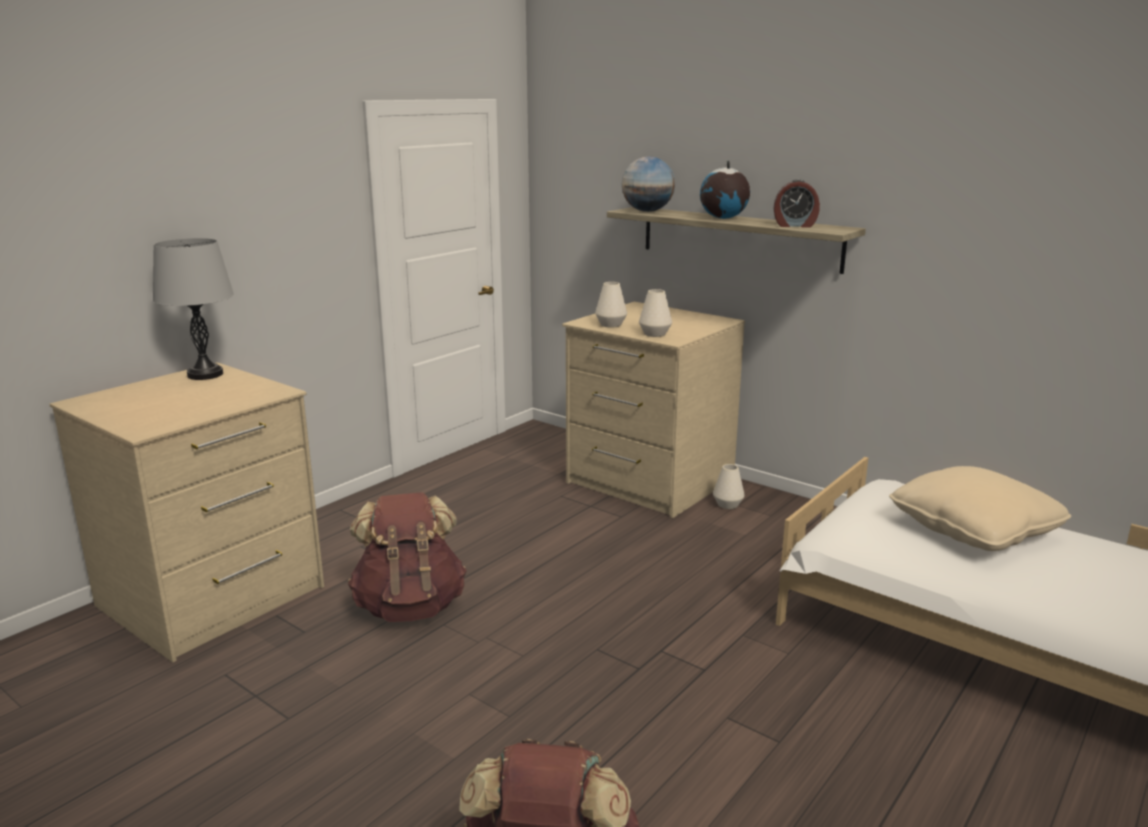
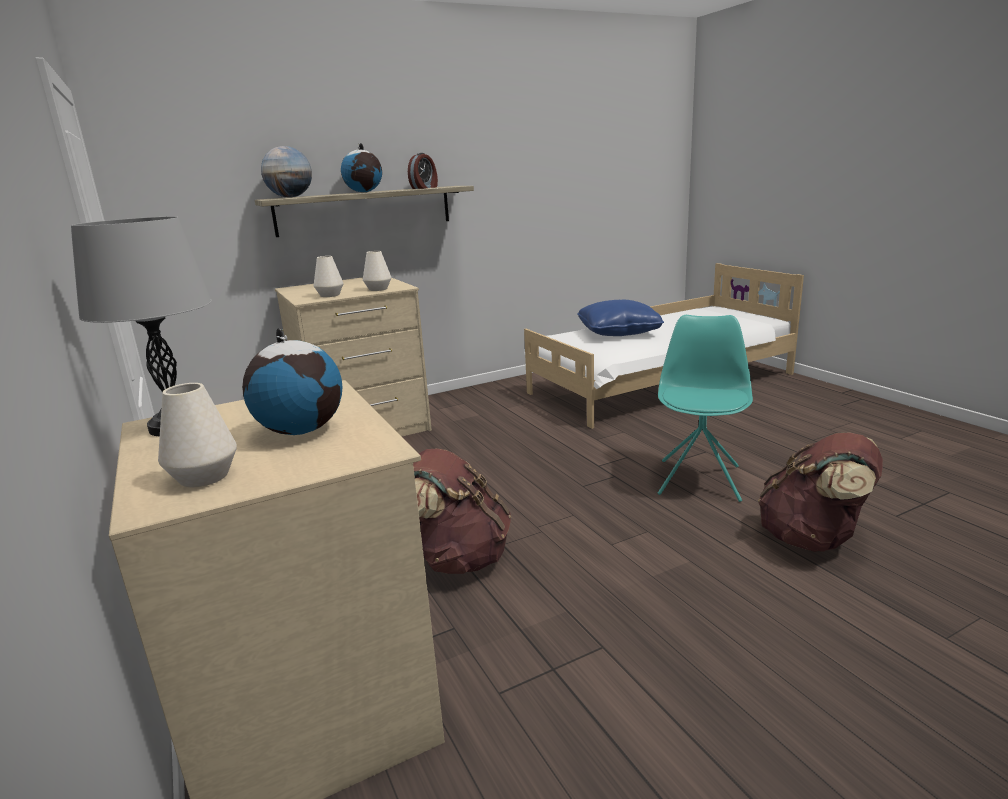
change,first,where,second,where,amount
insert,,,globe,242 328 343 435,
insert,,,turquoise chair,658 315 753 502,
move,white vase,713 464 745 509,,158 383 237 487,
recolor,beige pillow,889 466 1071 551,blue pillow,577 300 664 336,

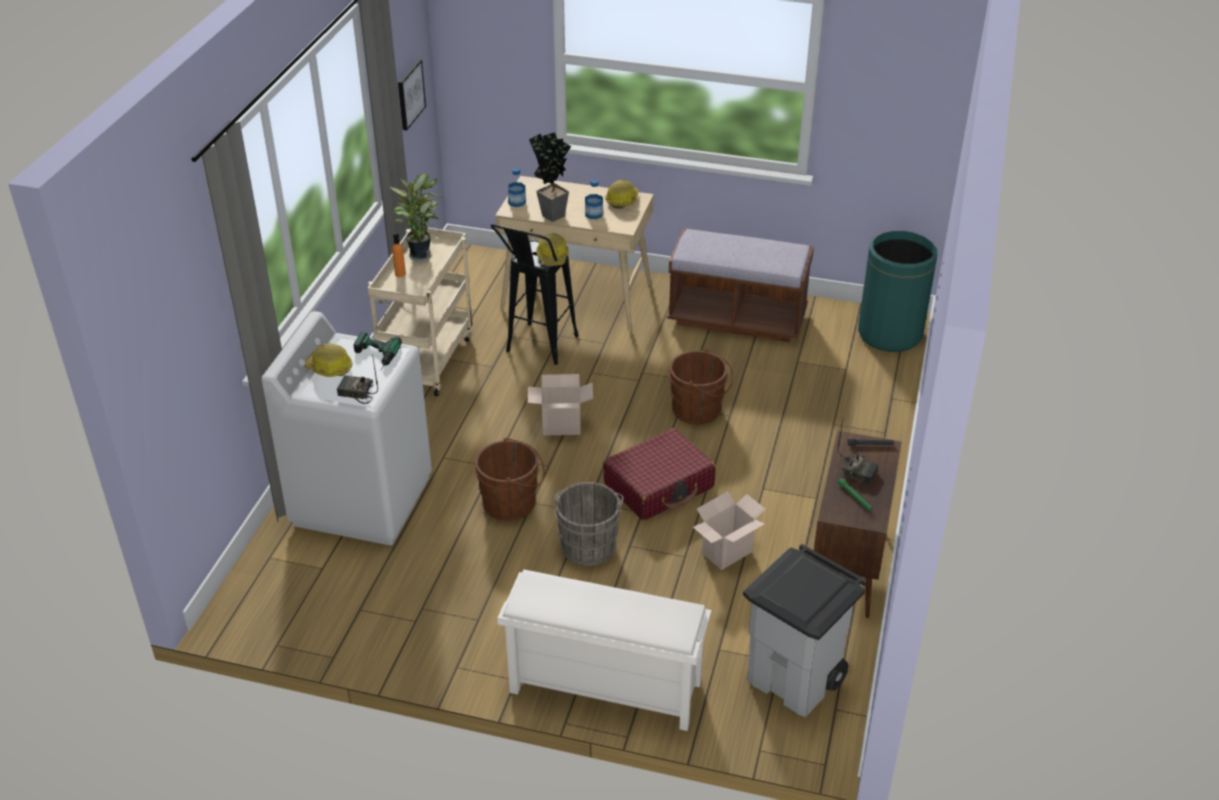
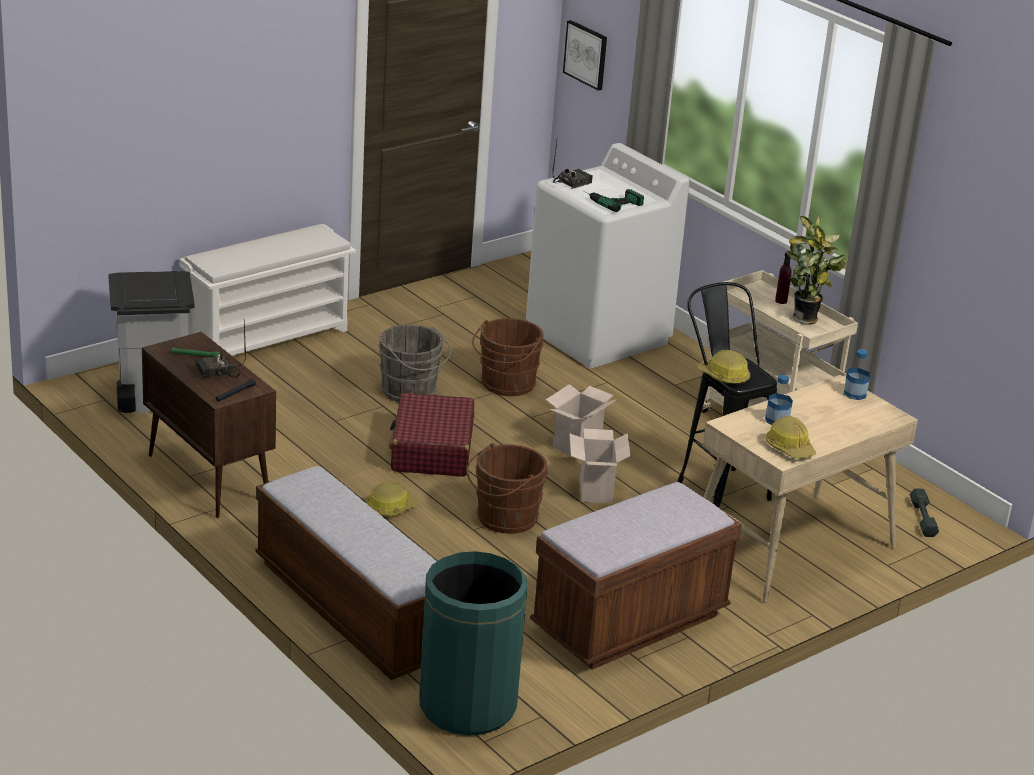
change,first,where,second,where,amount
delete,potted plant,529 132 571 222,,,
insert,,,bench,256 466 437 680,
insert,,,grey dumbbell,909 488 939 537,
move,hard hat,304 343 352 377,,366 482 419 516,
move,picture,398 59 426 130,,563 20 607 91,
move,cardboard box,693 491 766 570,,569 429 630 503,
recolor,orange bottle,392 232 406 277,purple bottle,775 251 792 304,

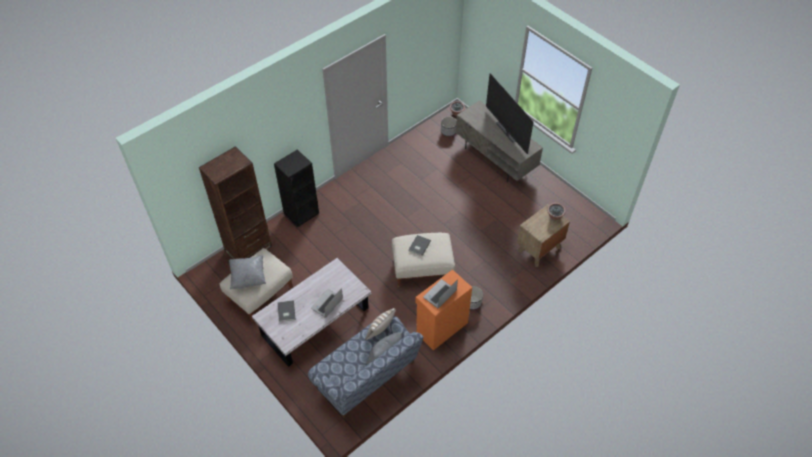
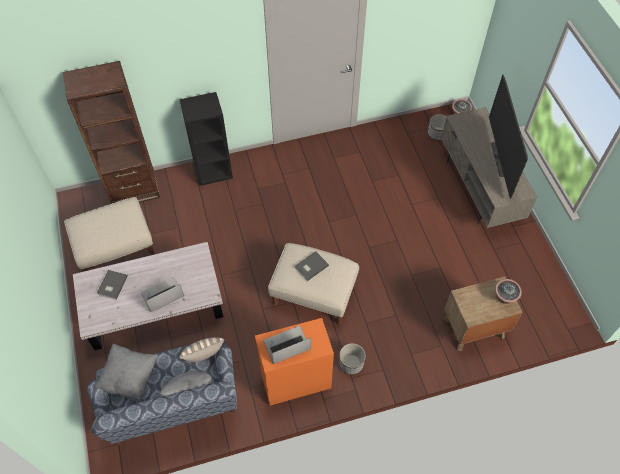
change,first,where,second,where,amount
move,grey pillow,229 255 266 289,,95 344 158 401,

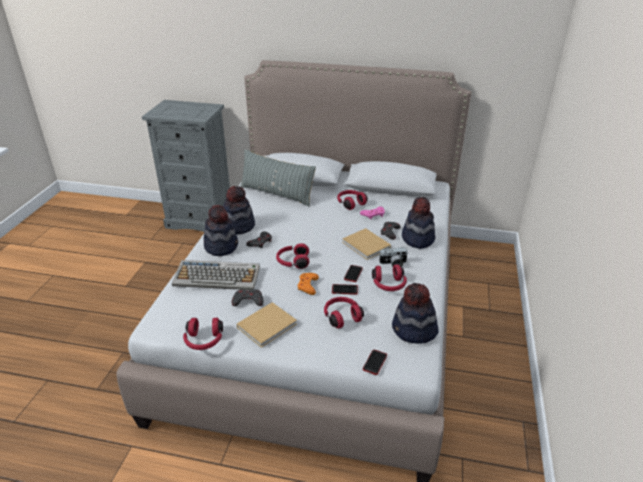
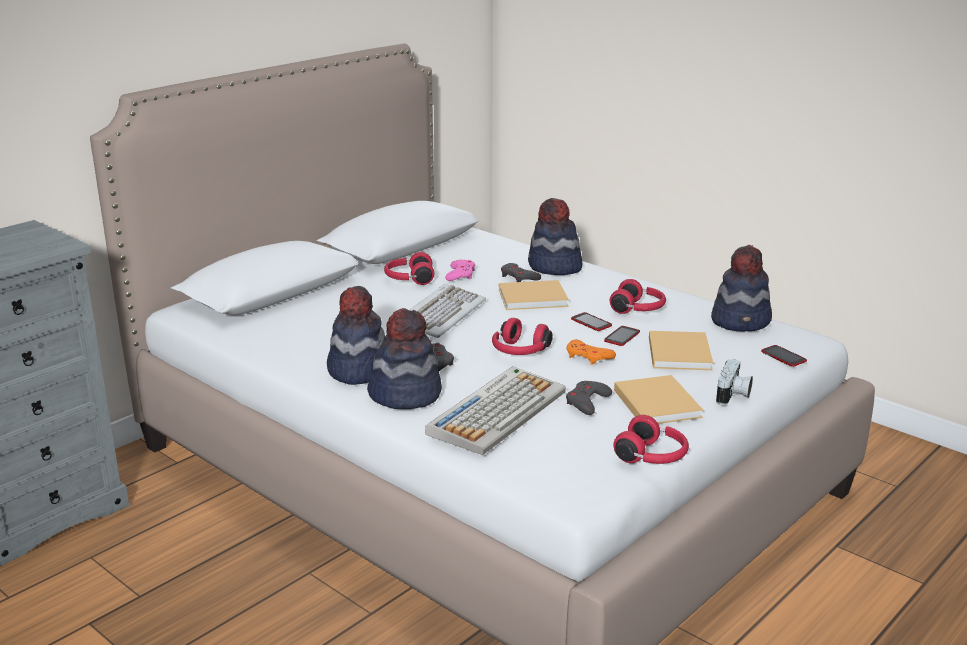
change,first,where,second,where,amount
delete,grey pillow,240 149 316 207,,,
insert,,,keyboard,410 284 486 338,
move,photo camera,379 247 408 267,,716 359 753 405,
replace,red headphones,324 297 364 329,beige book,649 331 713 370,

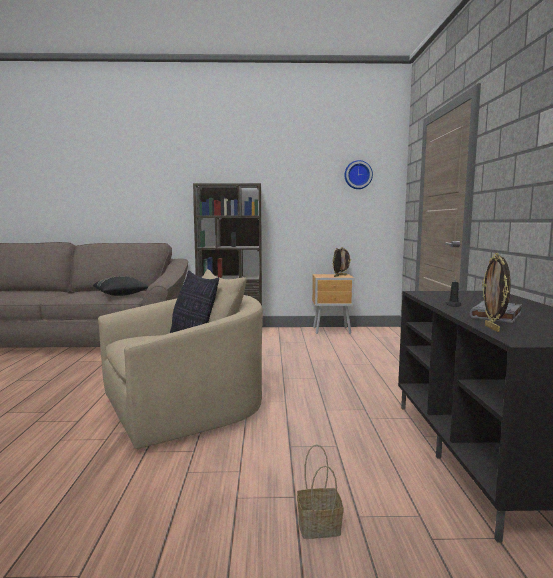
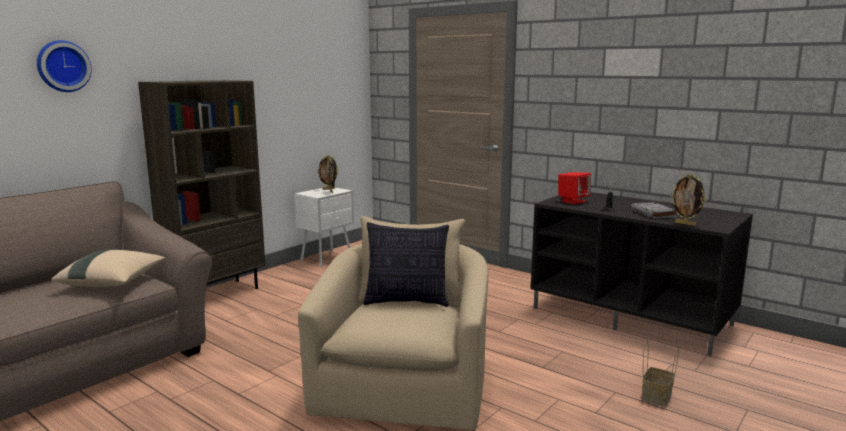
change,first,where,second,where,amount
insert,,,red speaker,558 172 591 204,
move,wall clock,345 160 373 189,,37 40 92 92,
recolor,black pillow,93 276 149 296,beige pillow,51 250 165 287,
recolor,brown nightstand,312 274 354 334,white nightstand,294 188 354 267,

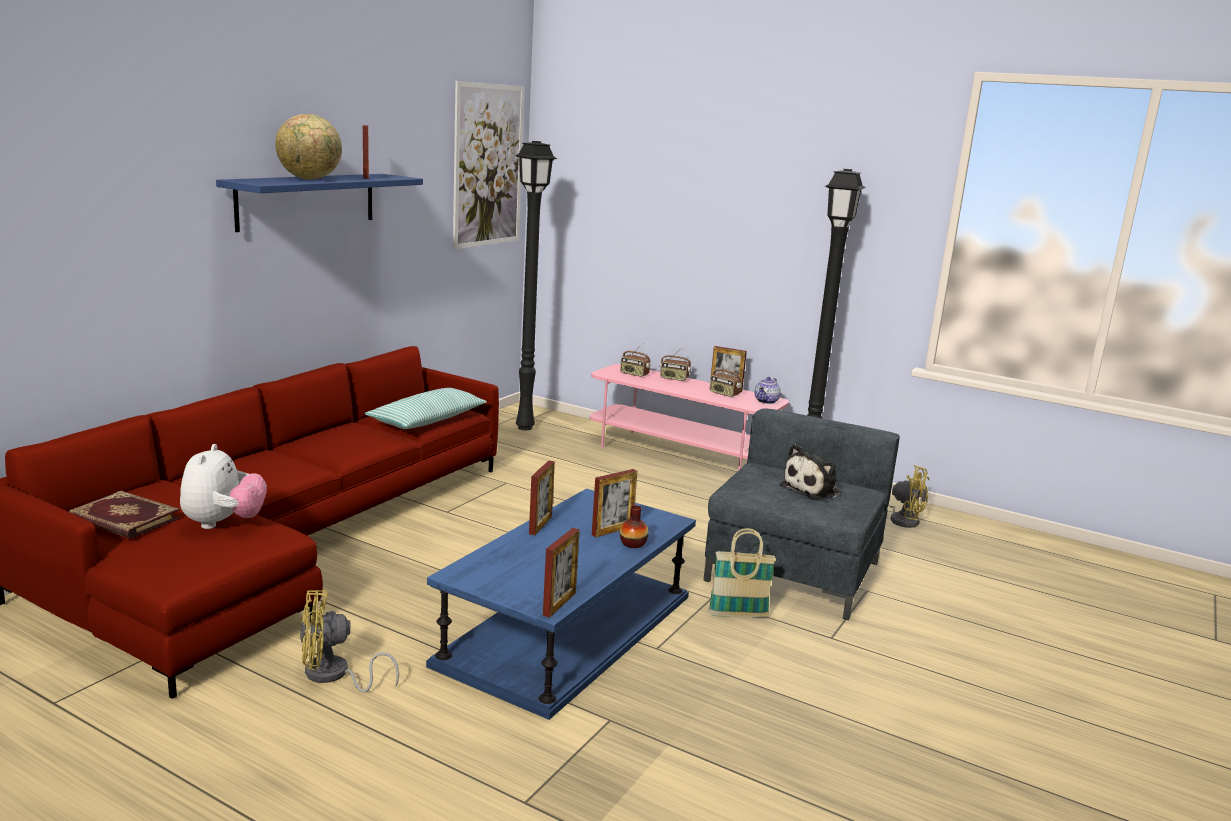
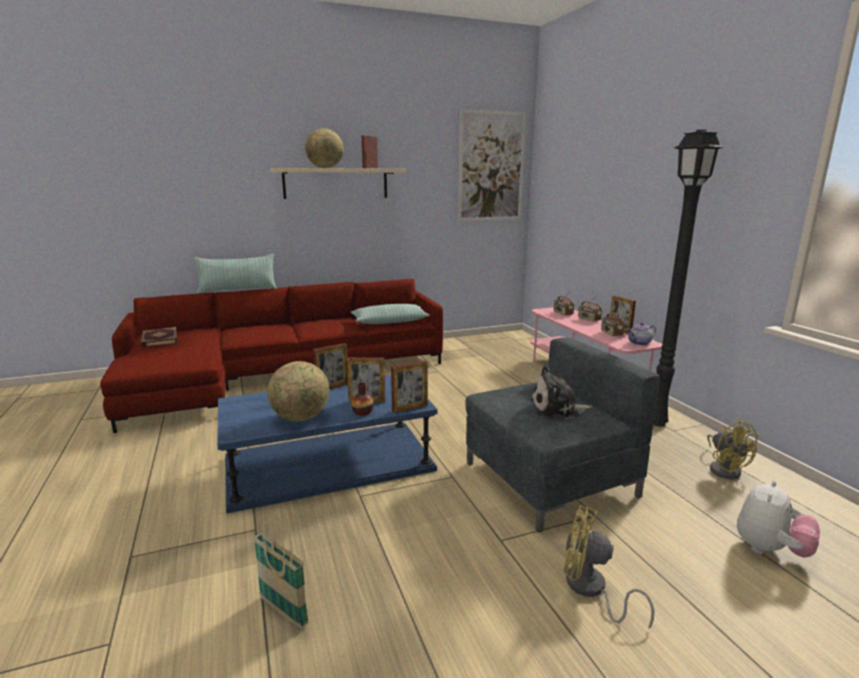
change,first,where,second,where,amount
delete,black floor lamp,515 141 557 430,,,
insert,,,pillow,193 254 277 294,
insert,,,globe,268 361 330 421,
move,plush toy,180 444 267 529,,737 480 820 558,
move,yellow fan,300 590 399 693,,564 505 654 630,
move,picture frame,543 528 580 618,,391 361 428 413,
move,basket,708 528 776 618,,253 517 309 629,
recolor,blue shelf,216 174 423 232,beige shelf,270 168 406 199,

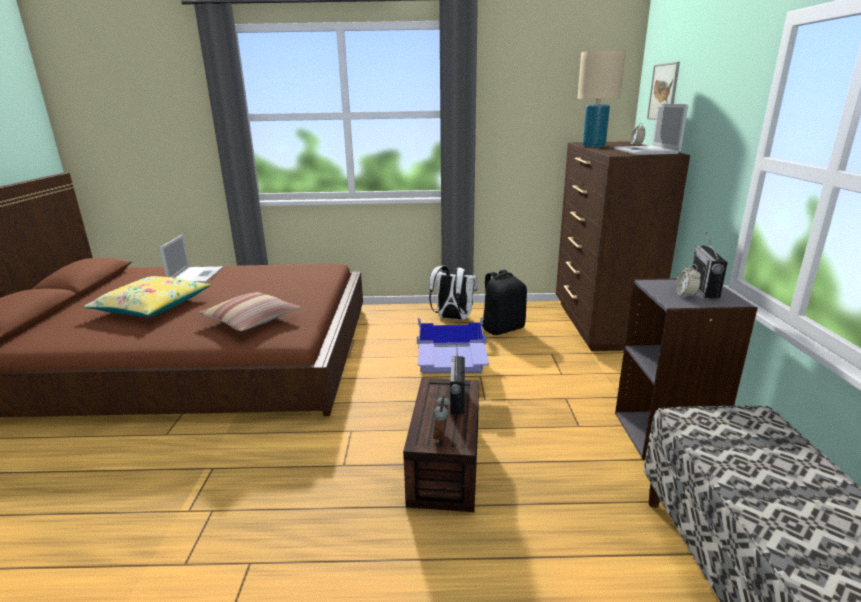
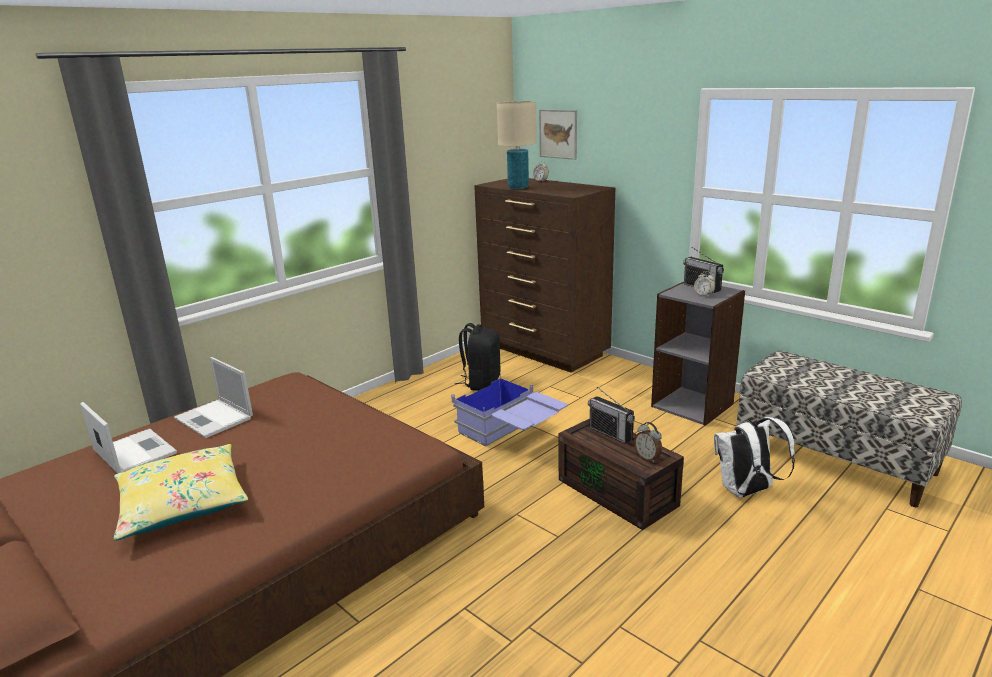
change,first,where,second,where,amount
delete,pillow,198 292 301 331,,,
move,white backpack,429 266 477 320,,714 417 795 498,
move,laptop,613 103 688 155,,174 357 253 438,

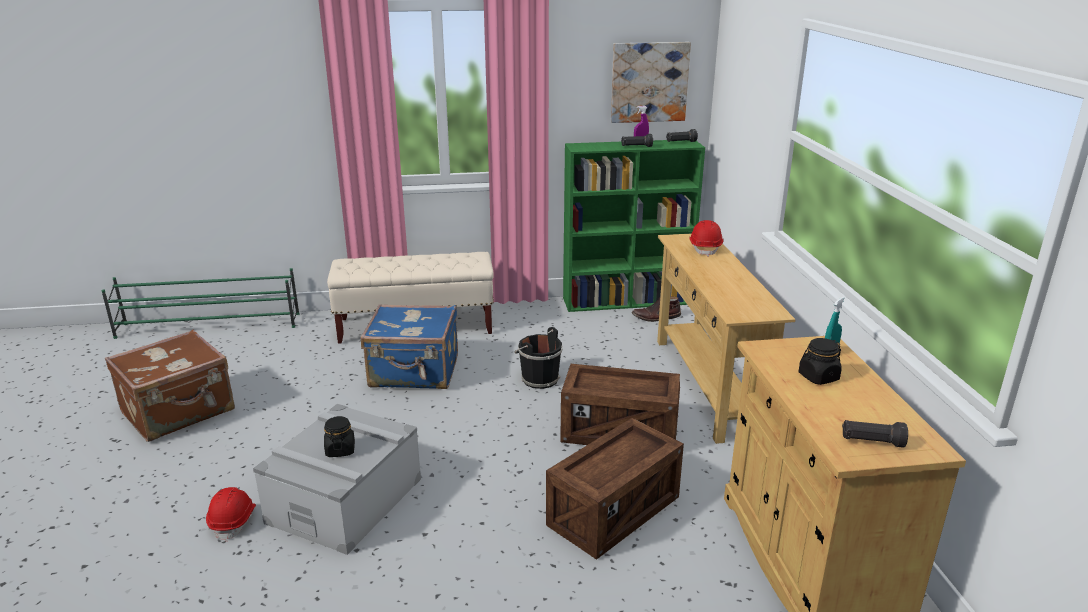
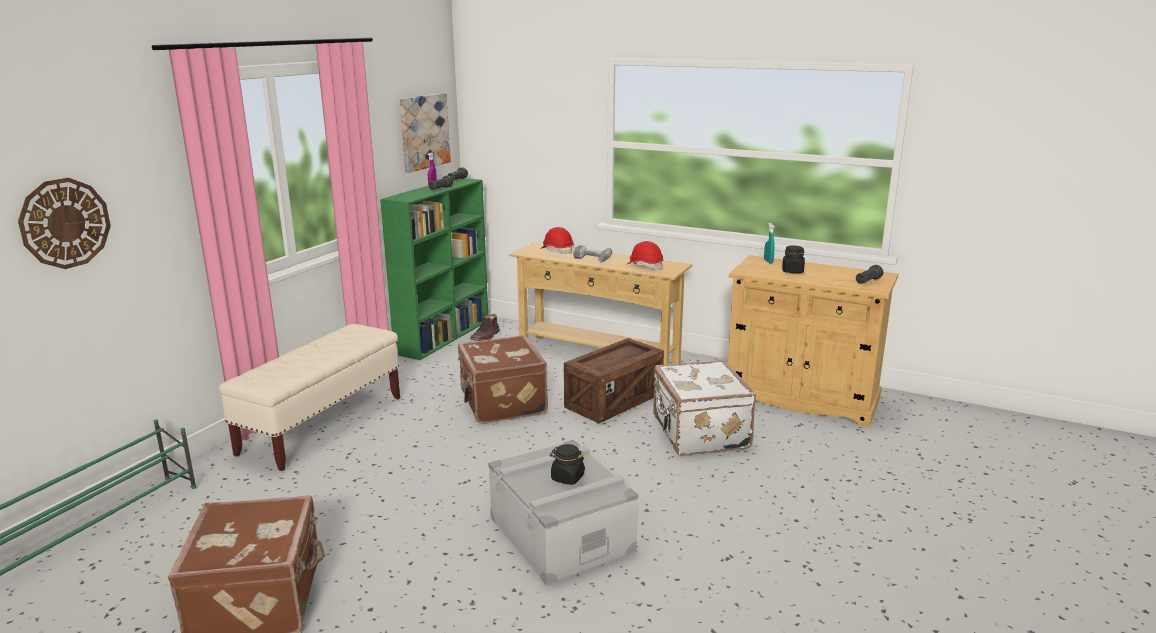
change,first,where,second,where,amount
delete,blue suitcase,361 304 458 389,,,
insert,,,wall clock,18 178 111 269,
insert,,,power drill,574 245 612 262,
move,red hard hat,206 487 256 541,,626 241 664 270,
replace,black bucket,515 327 563 389,brown suitcase,457 335 548 424,
replace,crate,546 418 684 560,white suitcase,653 360 756 456,

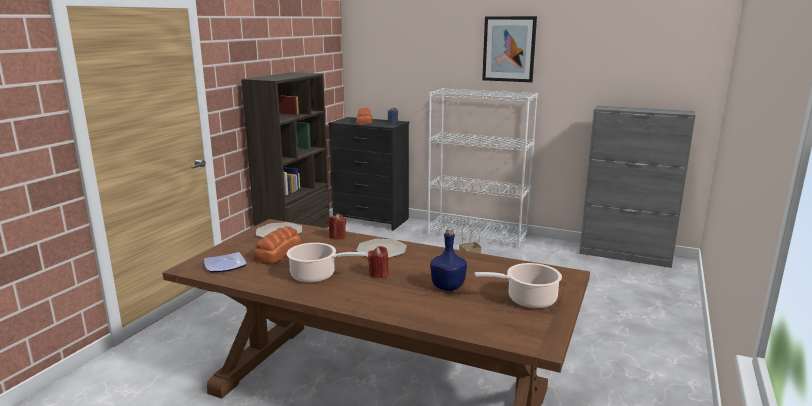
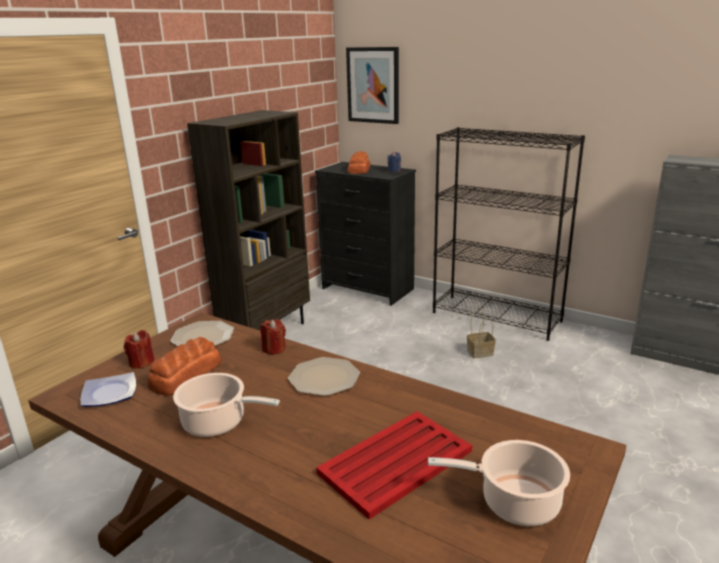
change,first,where,second,where,amount
move,red candle,368 246 389 278,,124 330 155 369,
move,picture,482 16 537 82,,346 47 399 124,
replace,blue bottle,430 228 467 291,red tray,316 411 472 520,
recolor,white bookcase,427 88 538 248,black bookcase,433 127 585 341,

